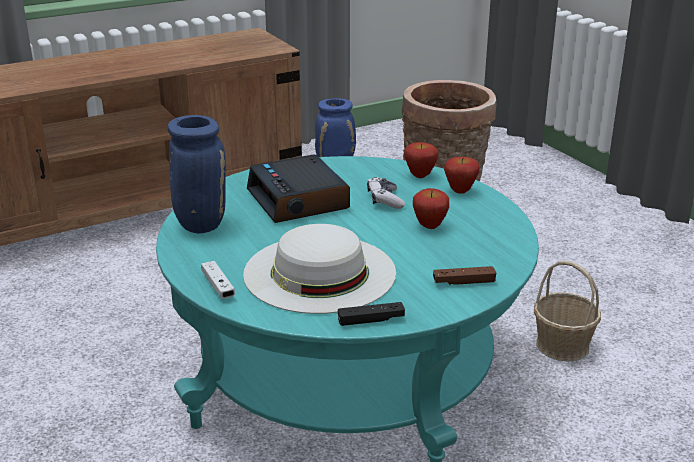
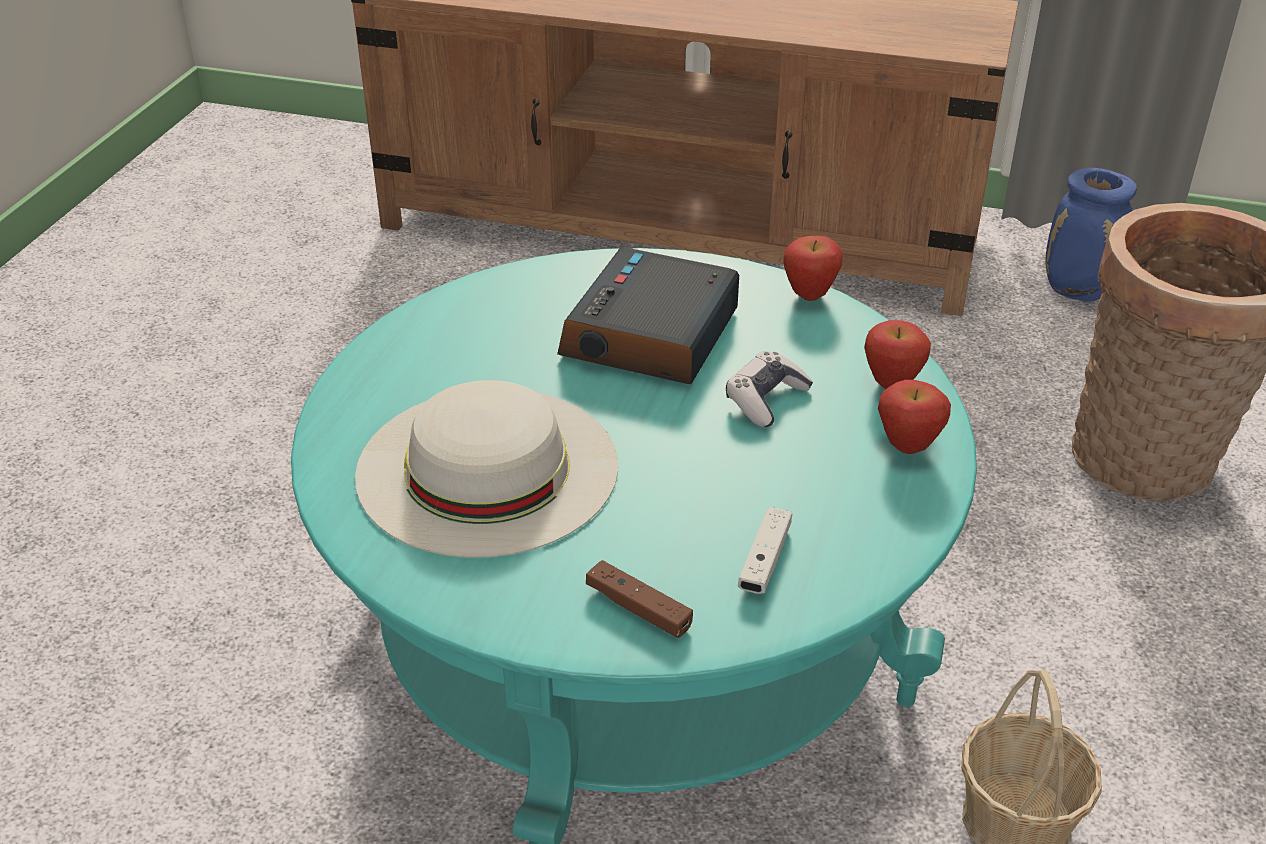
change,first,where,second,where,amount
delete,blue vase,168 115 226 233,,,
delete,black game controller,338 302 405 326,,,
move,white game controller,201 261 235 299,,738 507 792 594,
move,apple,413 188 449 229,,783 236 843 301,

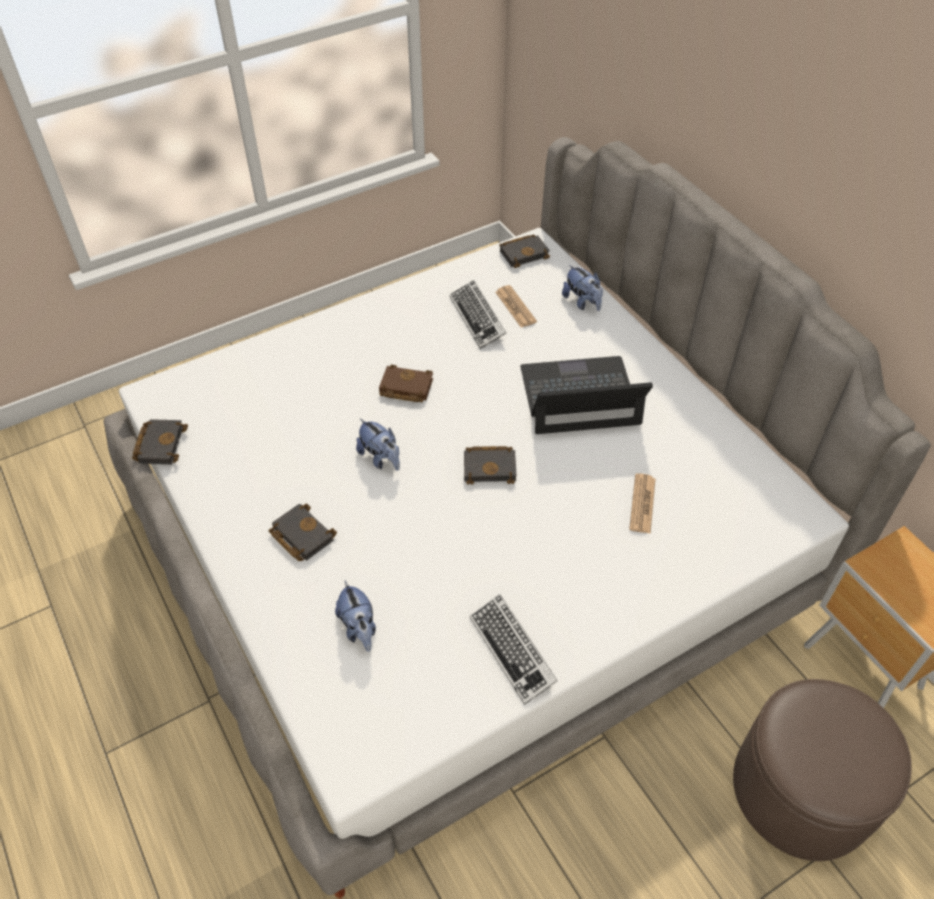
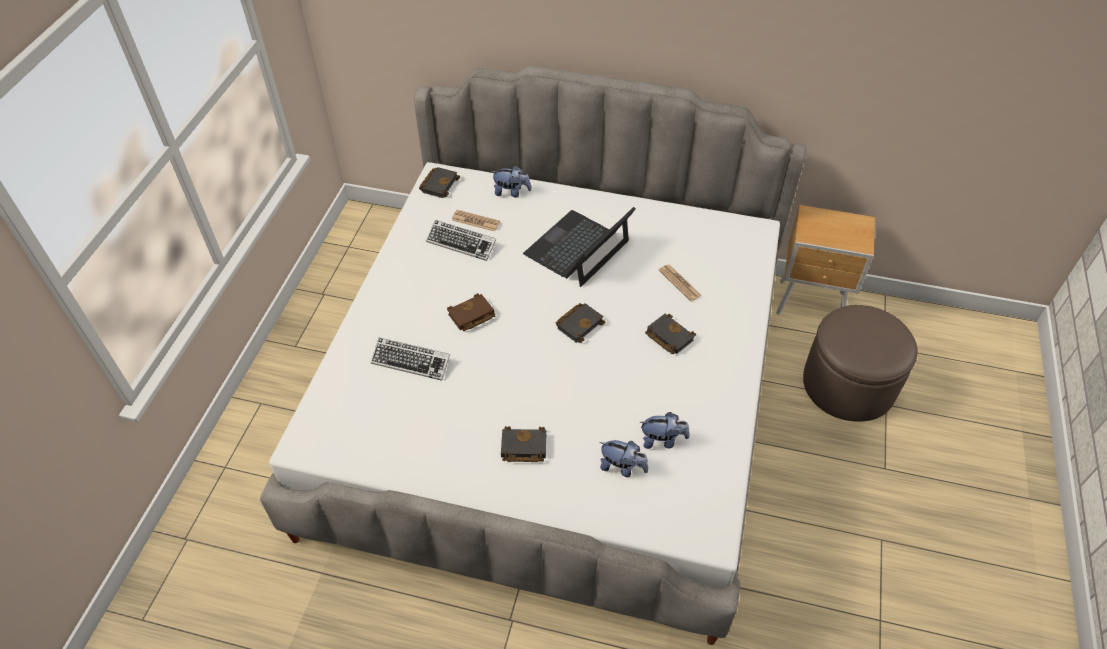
change,first,where,second,where,amount
move,black book,132 419 188 464,,645 314 696 354,
move,plush toy,356 419 400 471,,640 412 689 449,
move,keyboard,469 594 558 705,,371 337 450 381,

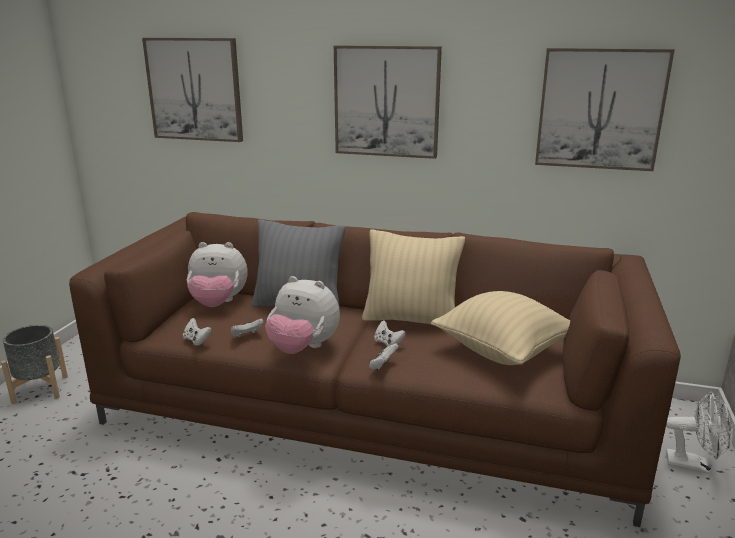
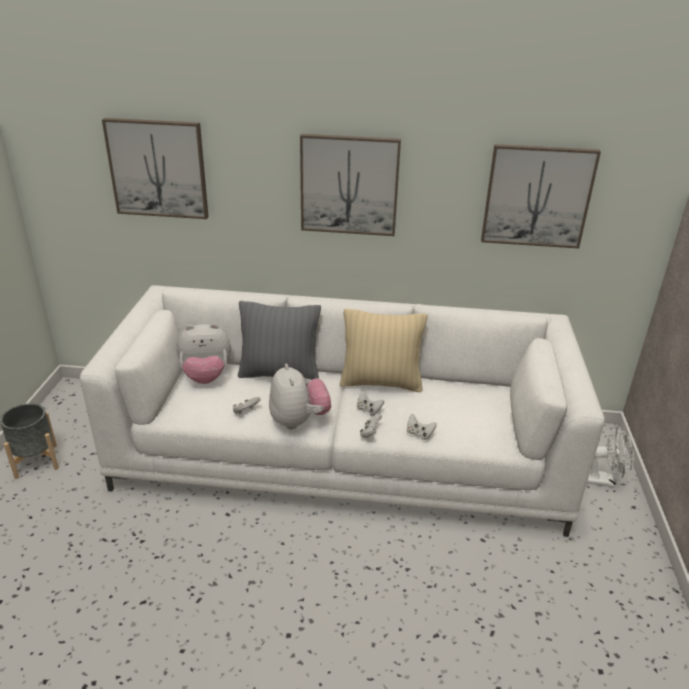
change,first,where,second,where,amount
delete,beige pillow,431 291 570 365,,,
move,white game controller,183 318 212 346,,407 413 437 440,
recolor,brown sofa,69 212 681 527,white sofa,80 285 605 537,
rotate,plush toy,265 276 340 354,,269 363 331 430,120 degrees counterclockwise

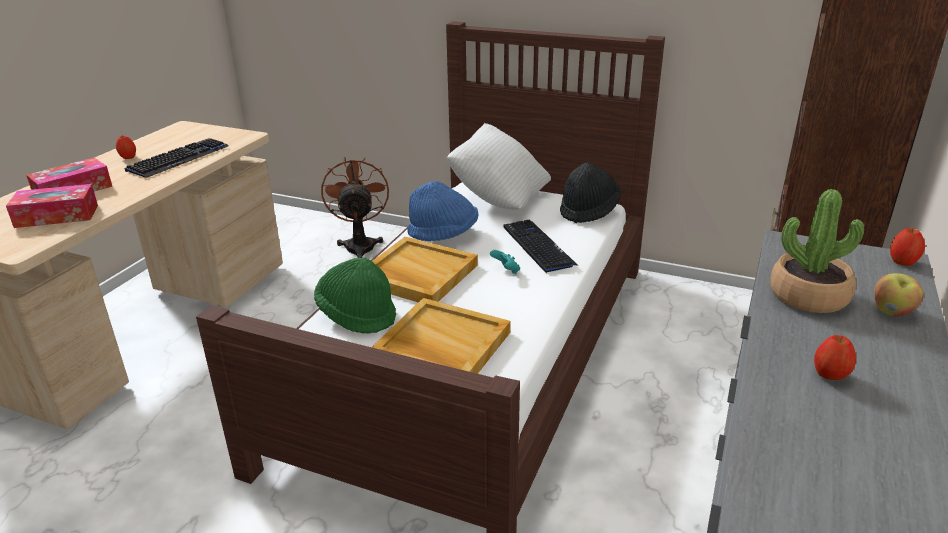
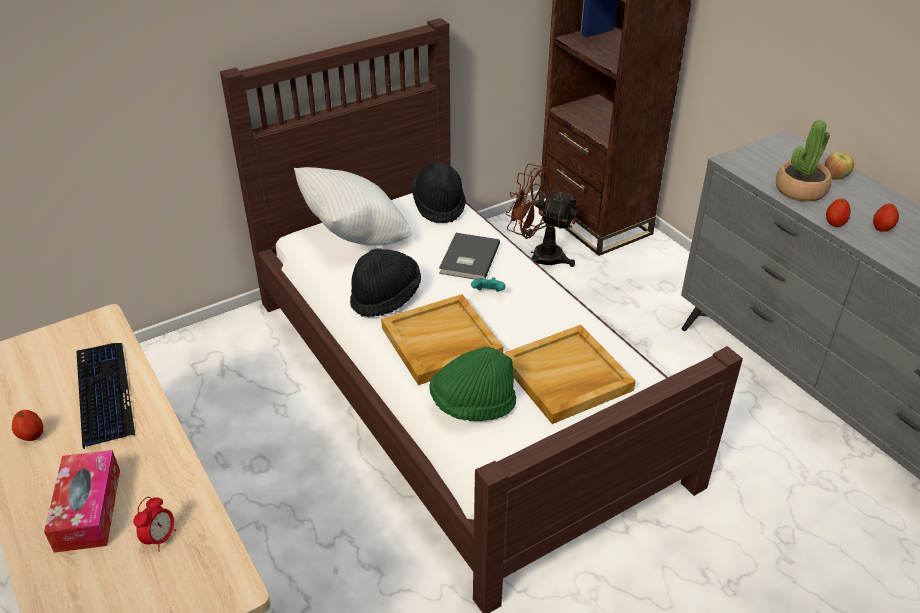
change,first,where,second,where,amount
move,brown fan,321 157 389 258,,505 164 580 267,
move,apple,890 228 925 266,,826 199 851 227,
replace,tissue box,6 184 98 228,alarm clock,133 497 176 552,
replace,keyboard,503 220 578 274,grey book,439 233 500 280,
recolor,blue hat,408 181 478 241,black hat,350 248 421 317,

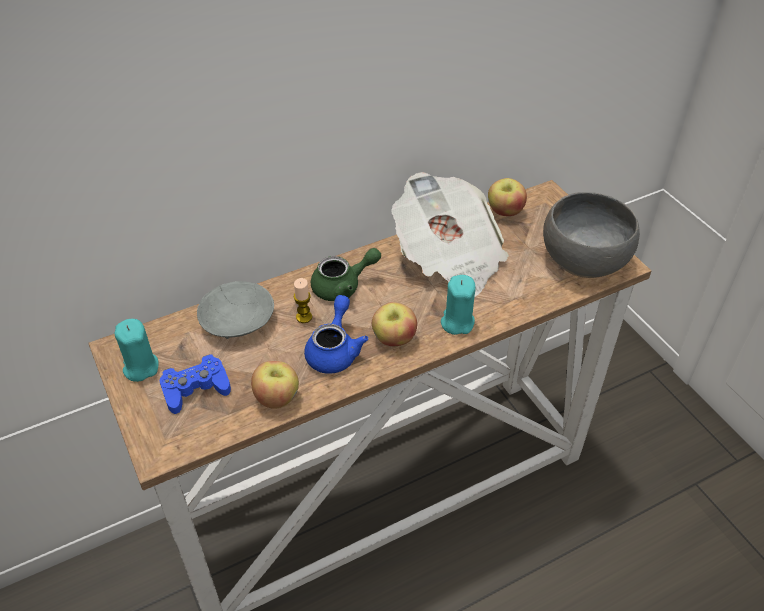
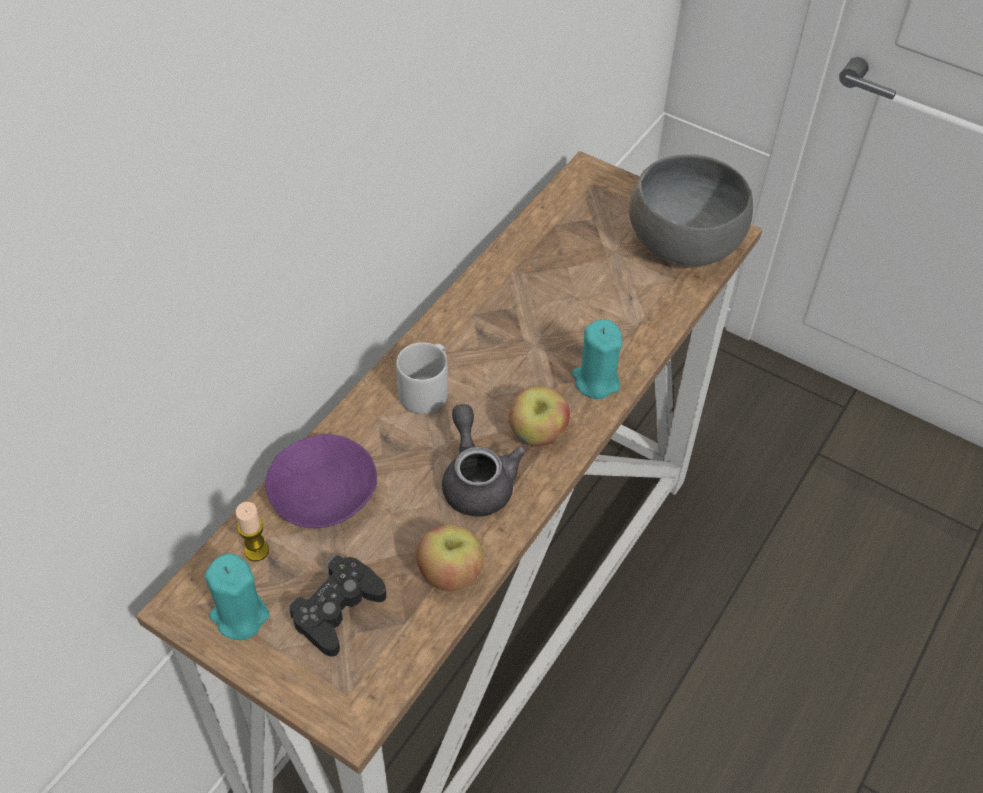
change,first,where,second,where,amount
delete,newspaper,391 172 509 298,,,
delete,apple,488 178 527 216,,,
move,candle,294 278 312 323,,236 502 269 561,
replace,green teapot,311 248 381 301,grey mug,396 342 448 414,
recolor,blue game controller,160 354 231 414,black game controller,289 555 386 657,
recolor,grey bowl,197 281 274 339,purple bowl,265 434 377 528,
recolor,blue teapot,304 295 368 374,grey teapot,442 404 527 517,

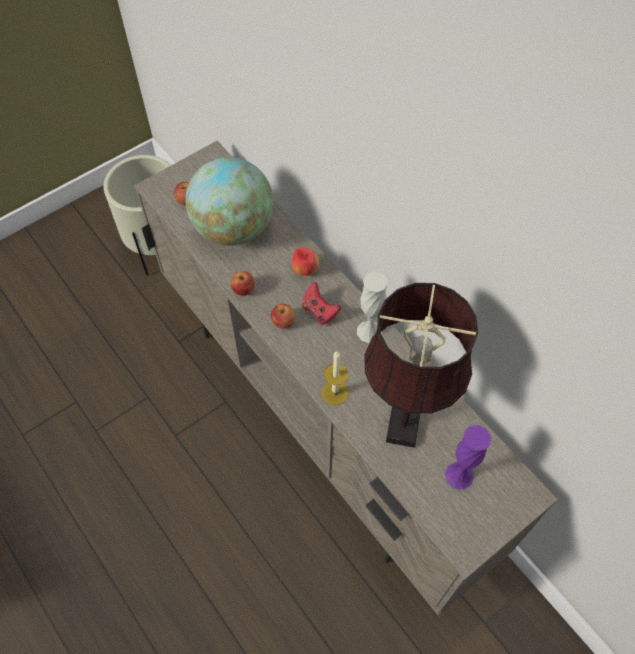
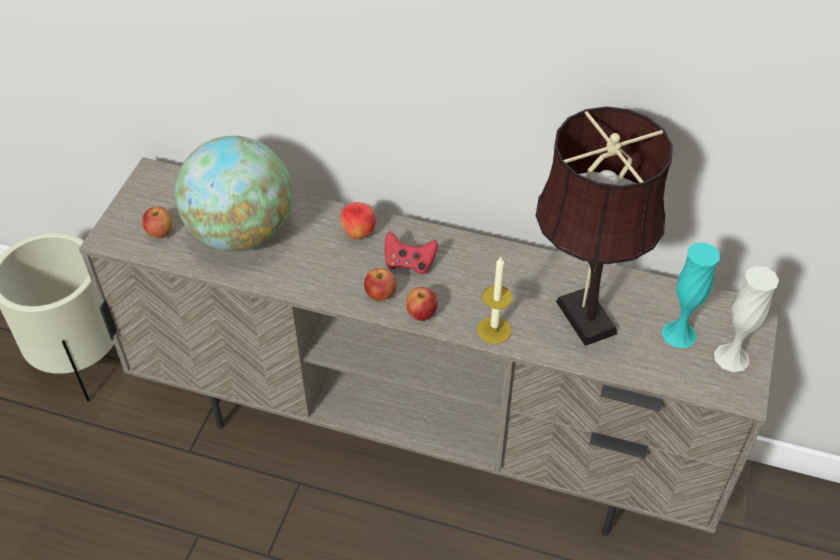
change,first,where,second,where,amount
move,apple,231 271 255 296,,406 287 437 321,
move,white vase,357 271 388 343,,714 266 779 372,
recolor,purple vase,445 425 491 490,turquoise vase,661 242 720 348,

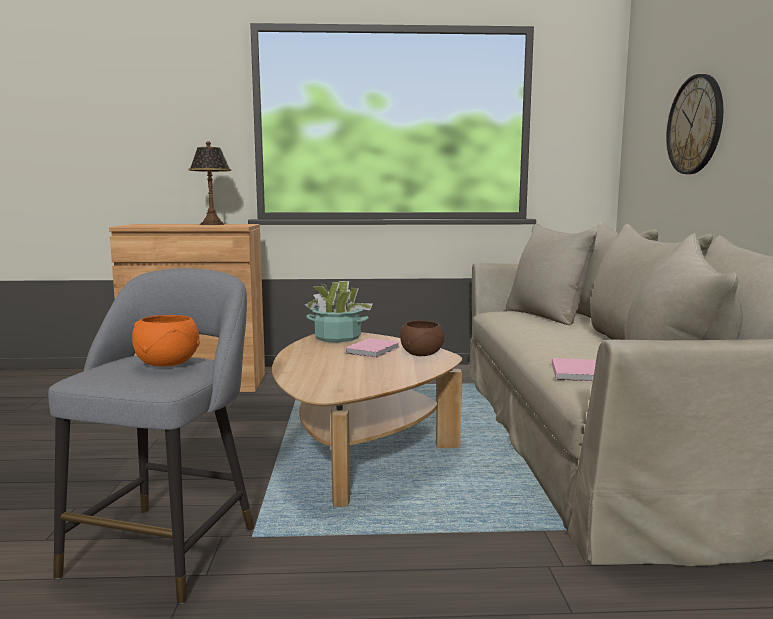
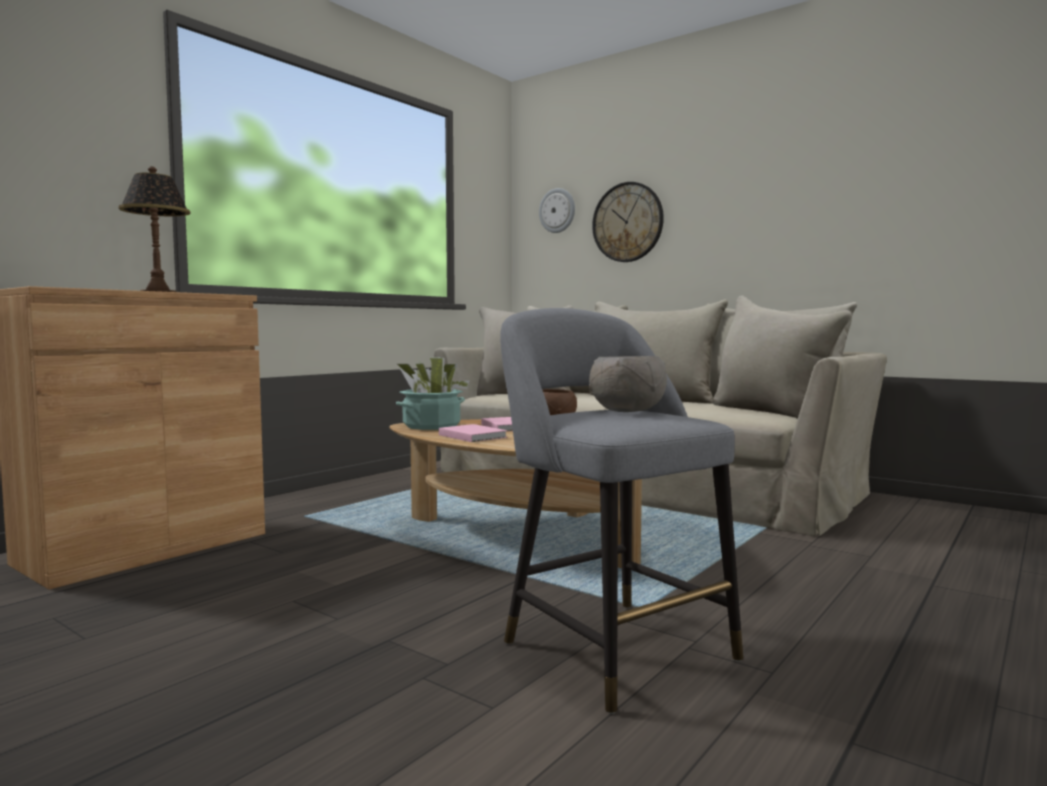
change,first,where,second,where,amount
insert,,,wall clock,539 188 575 233,
move,pink book,552 358 596 382,,439 424 507 442,
recolor,orange bowl,132 315 200 366,grey bowl,589 356 667 412,

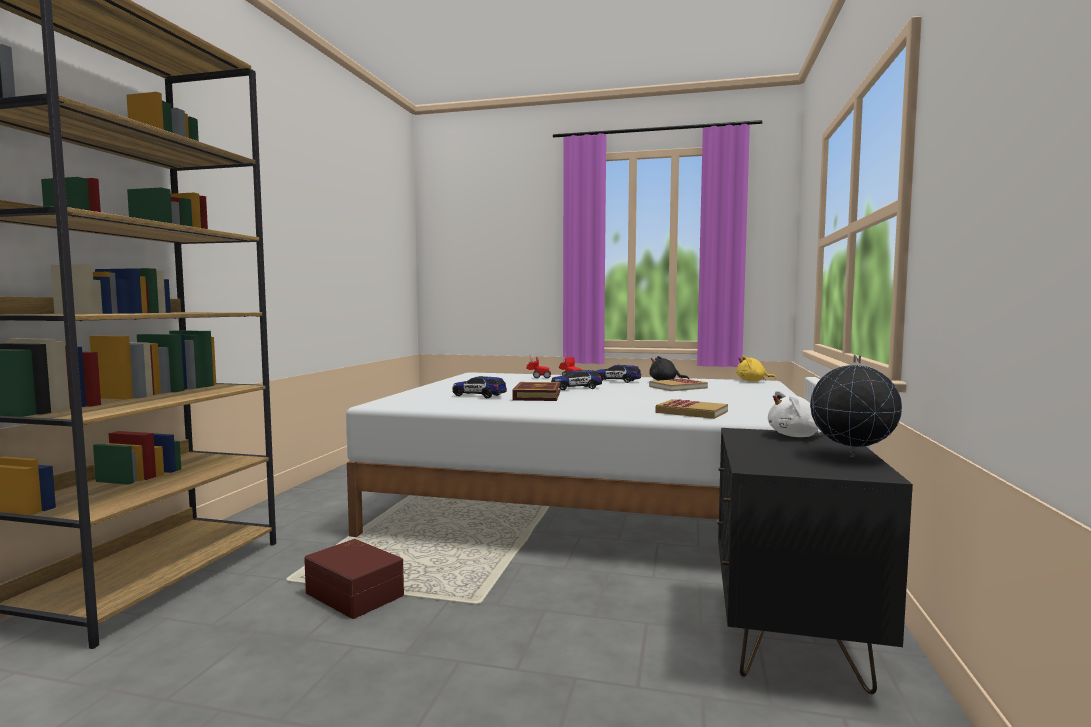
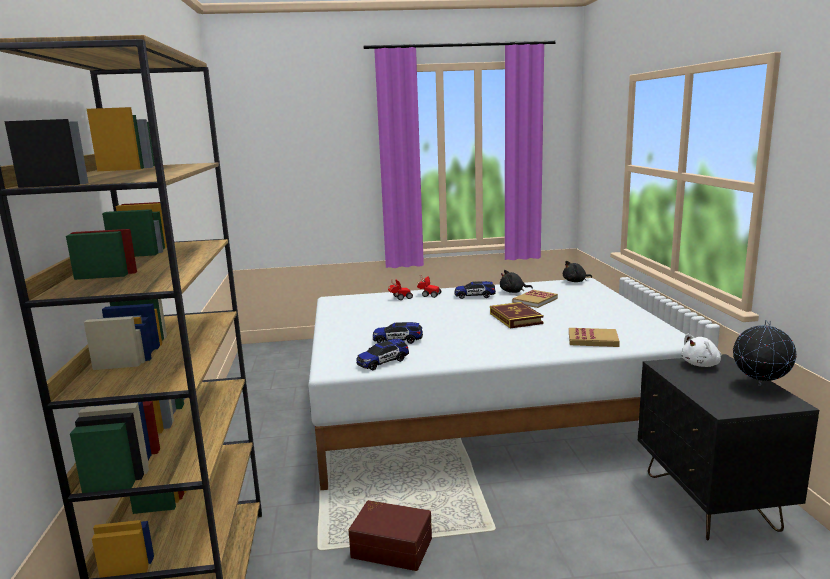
change,first,where,second,where,amount
move,book,512 382 560 401,,490 302 544 329,
move,toy car,551 370 602 390,,356 339 409 371,
recolor,yellow plush toy,737 356 776 381,black plush toy,563 261 592 282,

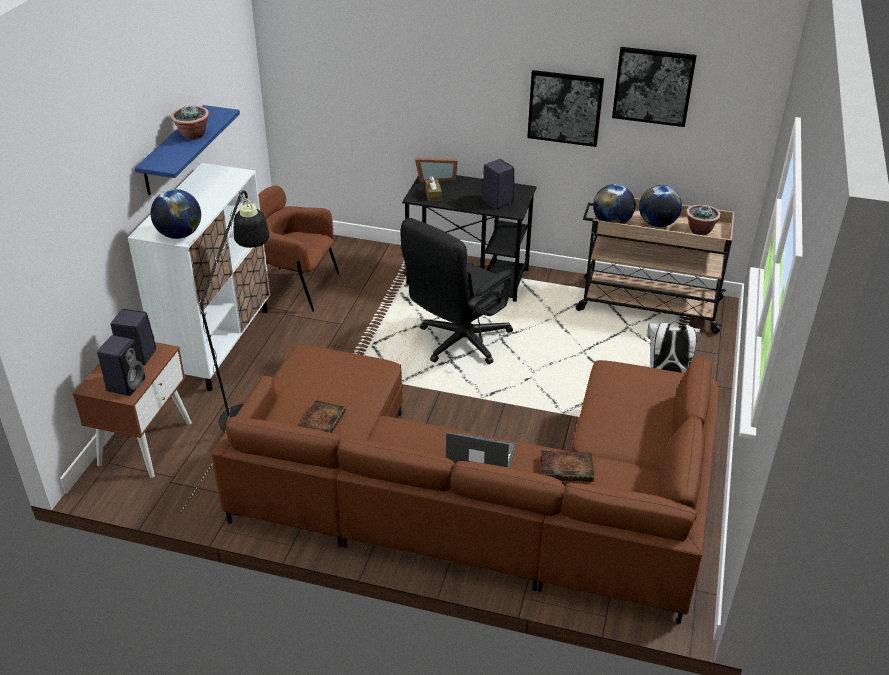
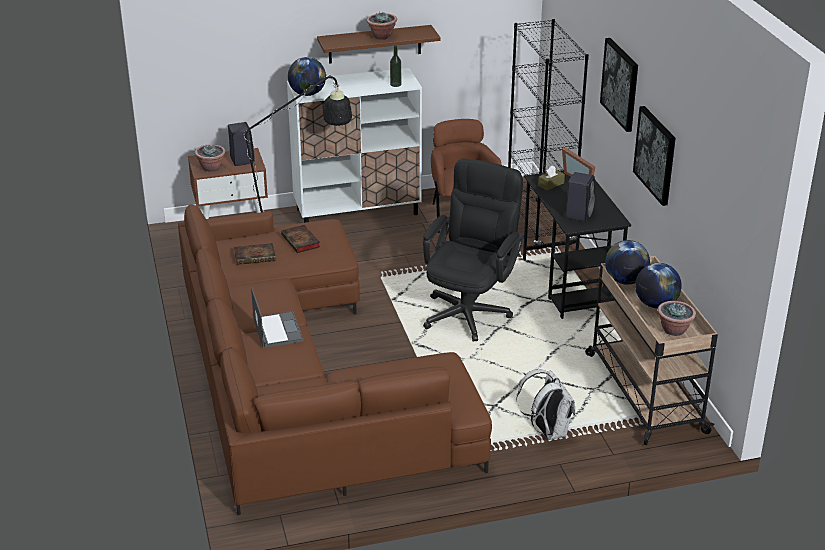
change,first,where,second,where,amount
insert,,,bottle,390 46 401 87,
insert,,,black bookcase,508 19 589 249,
move,book,541 451 594 482,,281 225 320 253,
move,picture,612 47 697 127,,600 38 638 132,
replace,black speaker,97 335 145 396,potted plant,195 144 226 172,
recolor,blue shelf,135 105 240 195,brown shelf,317 25 441 64,
rotate,black office chair,400 218 513 364,,423 158 524 342,105 degrees clockwise

